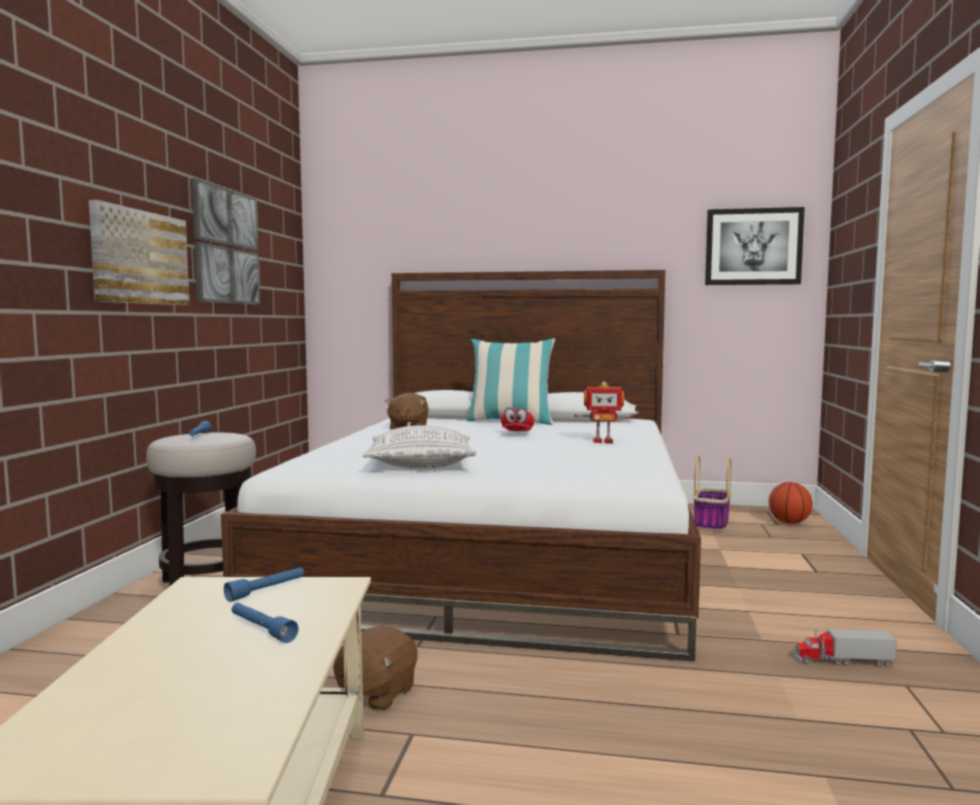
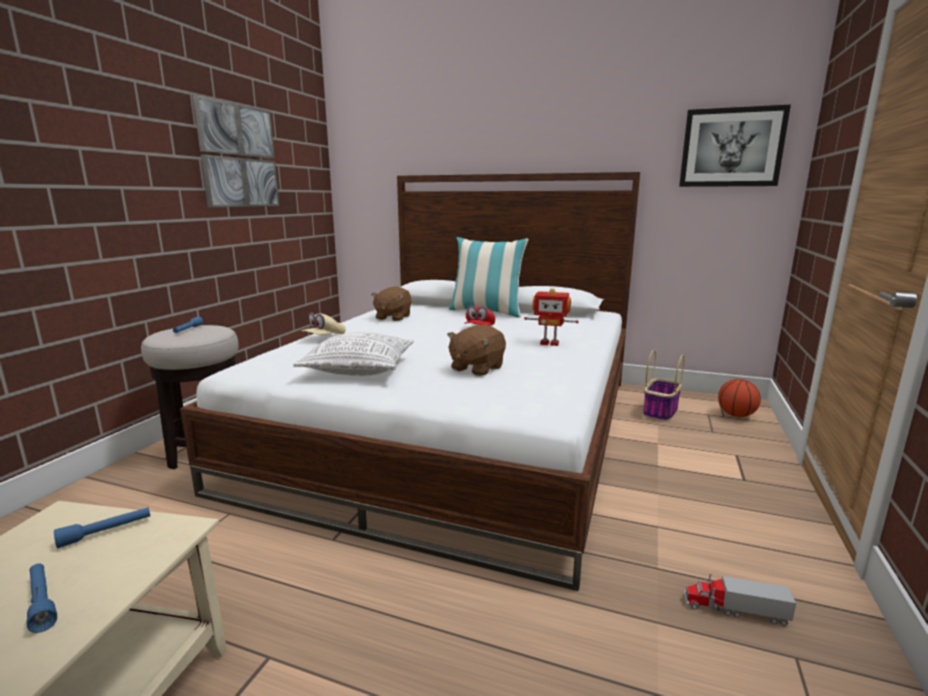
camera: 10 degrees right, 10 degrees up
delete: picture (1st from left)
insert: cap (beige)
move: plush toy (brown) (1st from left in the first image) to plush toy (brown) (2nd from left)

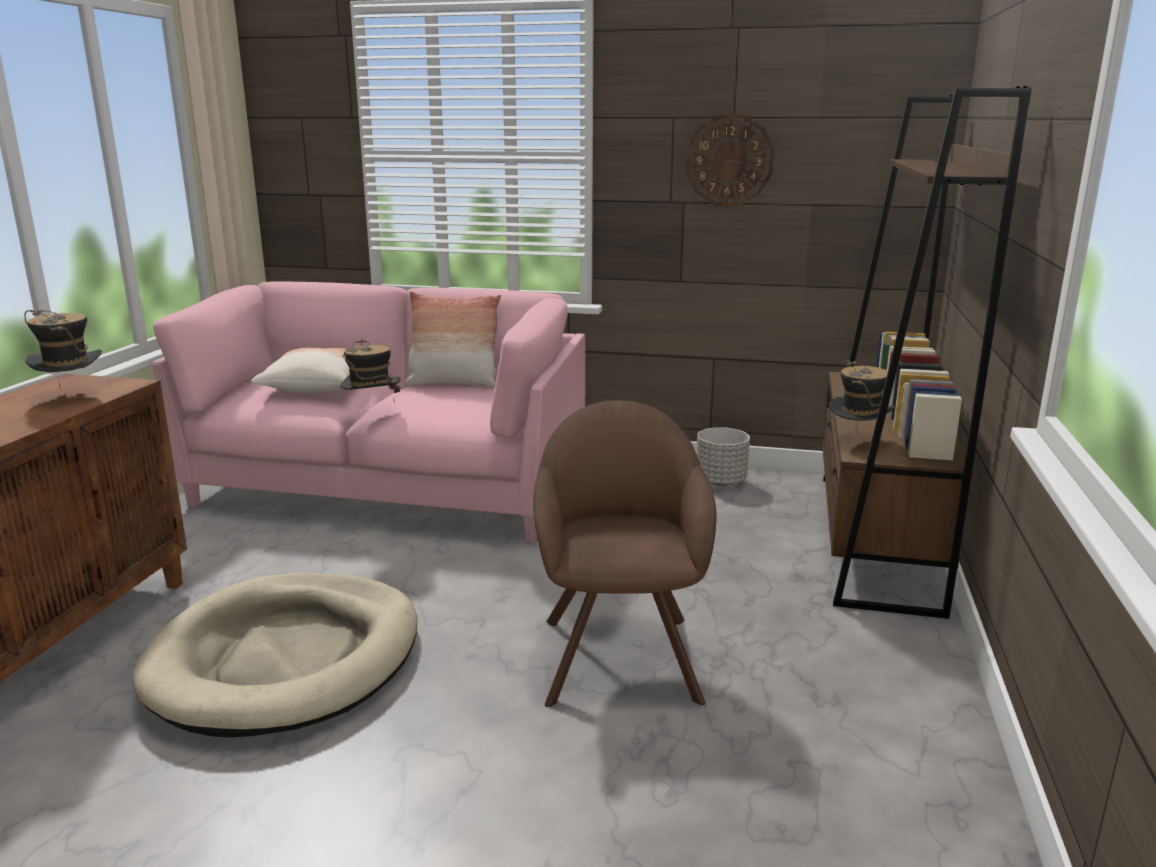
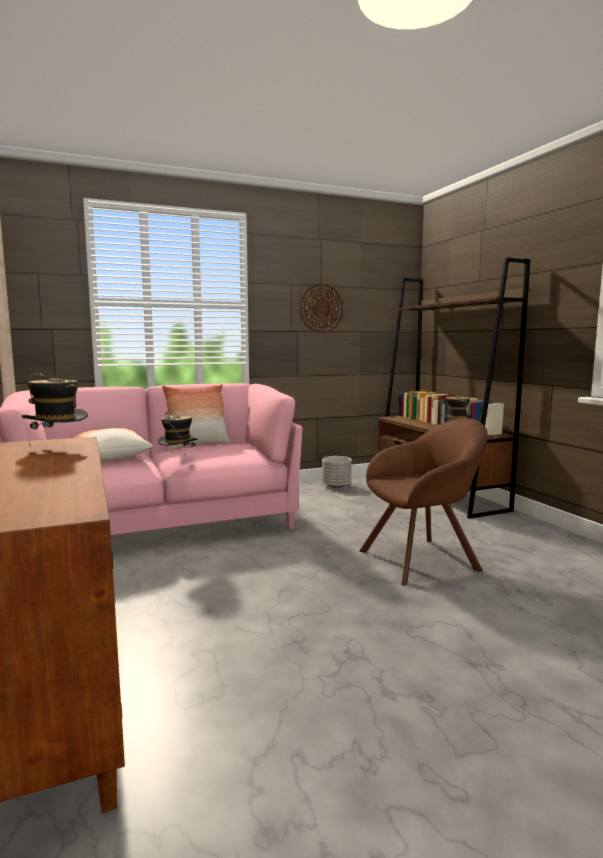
camera: 35 degrees left, 10 degrees down
delete: dog bed (beige)
rotate: armchair (brown) 105 degrees clockwise

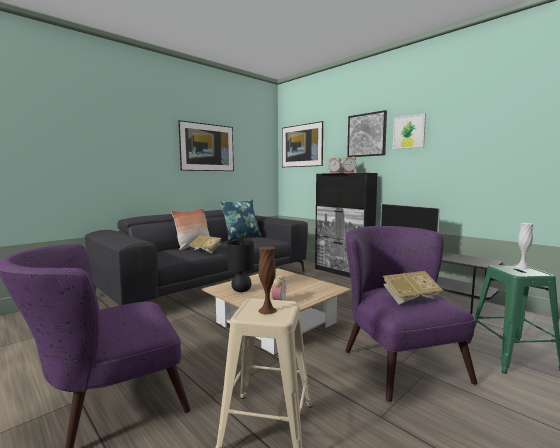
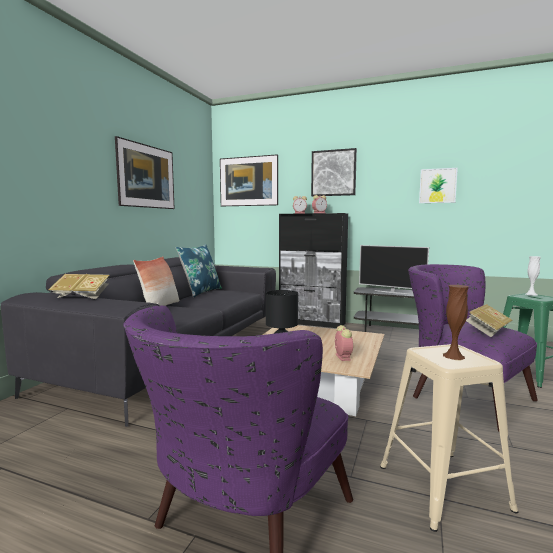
camera: 25 degrees left, 0 degrees up
move: book (1st from left); picture (4th from left)

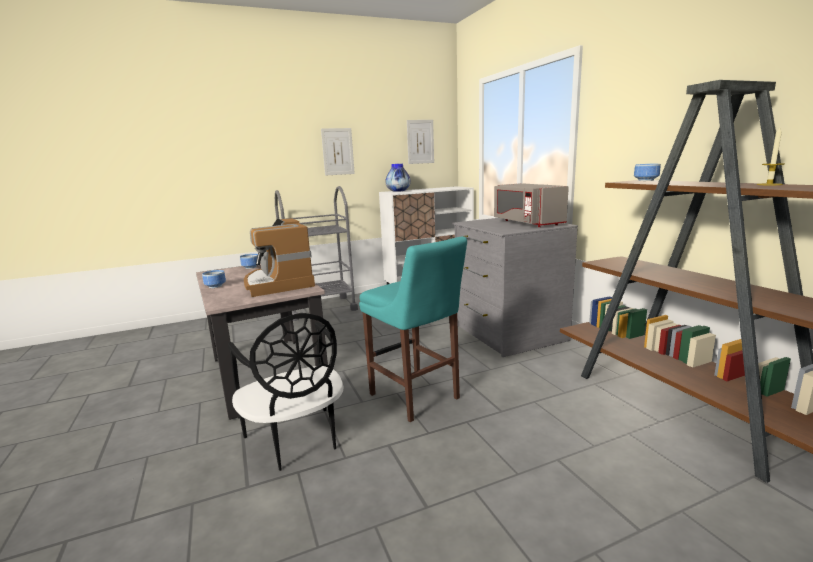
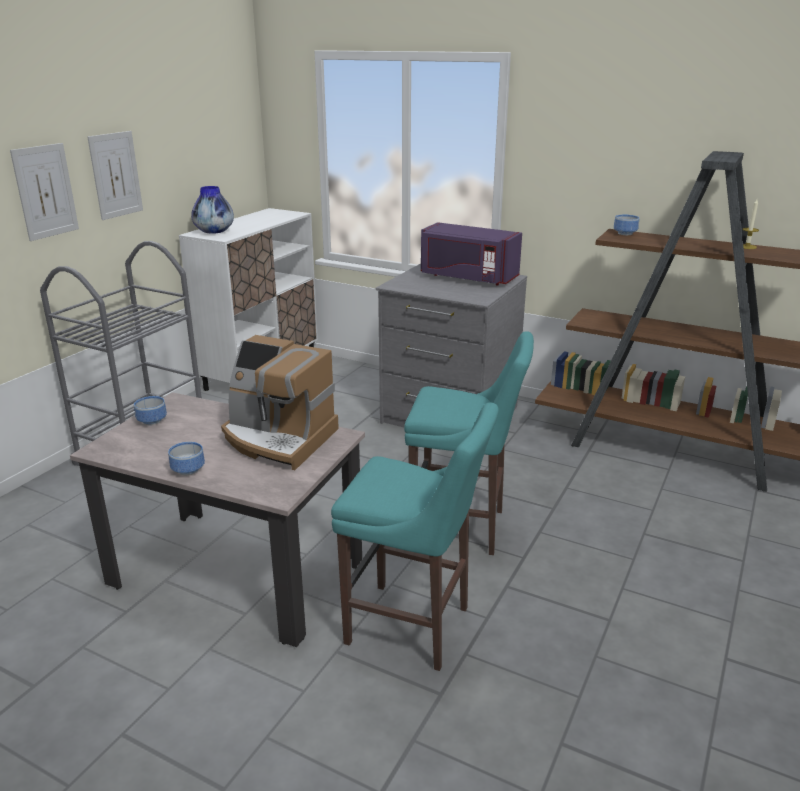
camera: 40 degrees left, 10 degrees up
move: picture (2nd from left in the first image) to picture (1st from left)
replace: chair (black) to stool (turquoise) (1st from left)
recolor: microwave (grey) to microwave (purple)

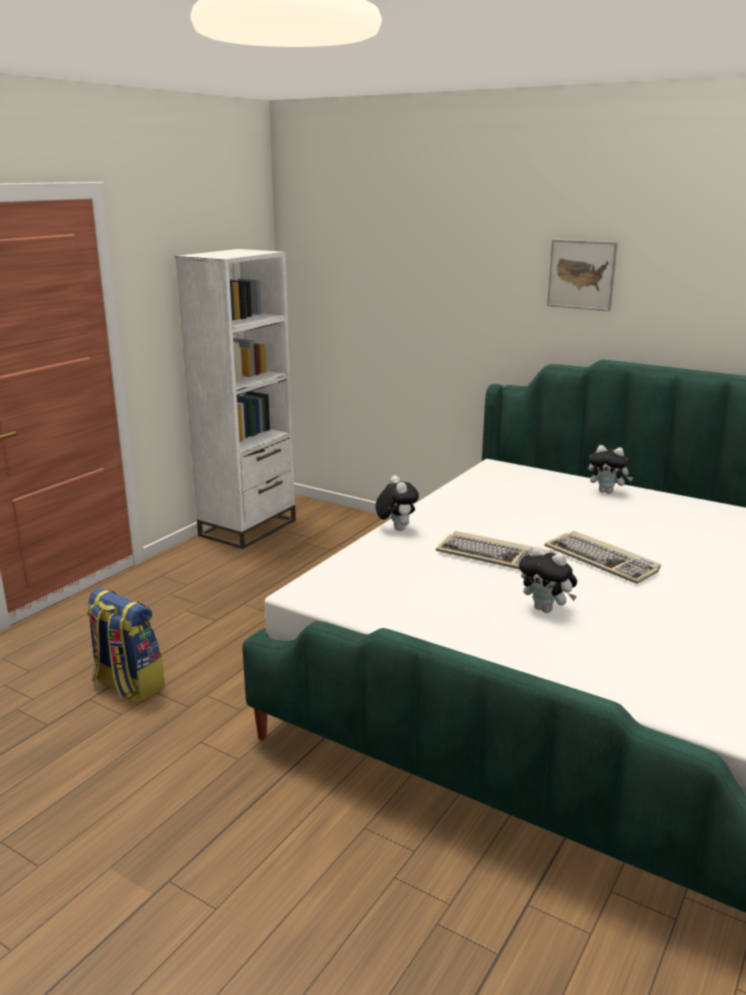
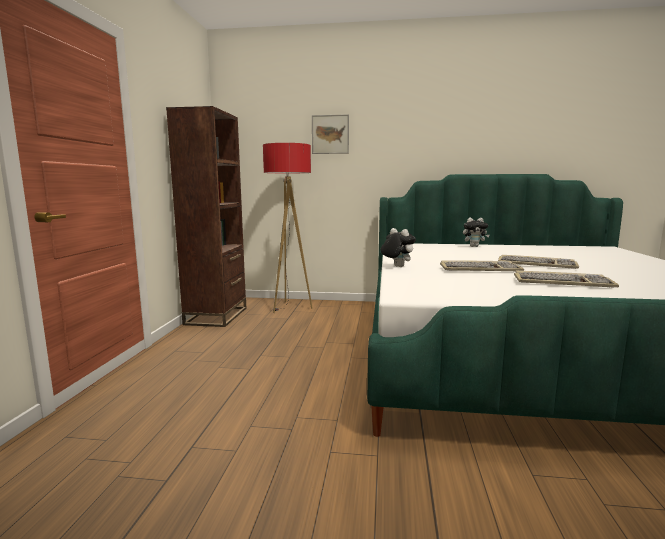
camera: 25 degrees left, 10 degrees down
delete: backpack
insert: floor lamp
move: picture
replace: plush toy (2nd from left) to keyboard (3rd from left)
recolor: bookcase (white) to bookcase (brown)

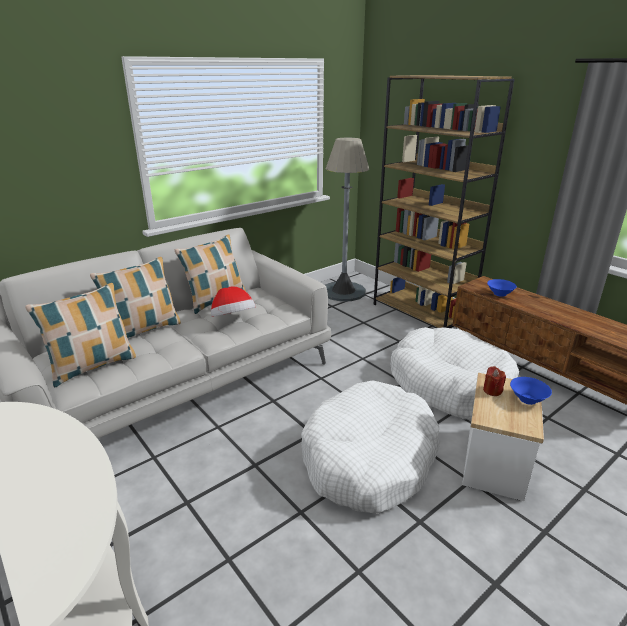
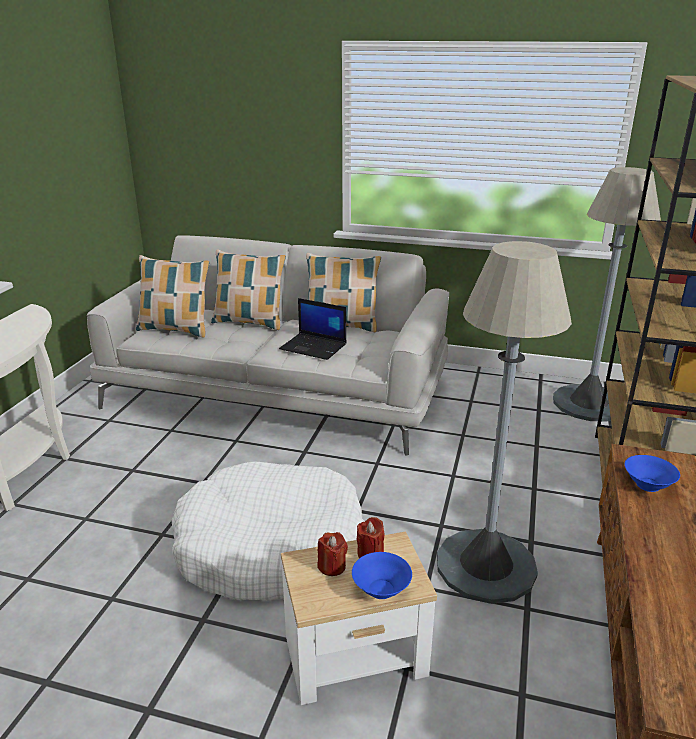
camera: 55 degrees right, 0 degrees up
insert: candle (red) (1st from left)
replace: hat to laptop; dog bed (white) (2nd from left) to floor lamp (grey) (1st from left)

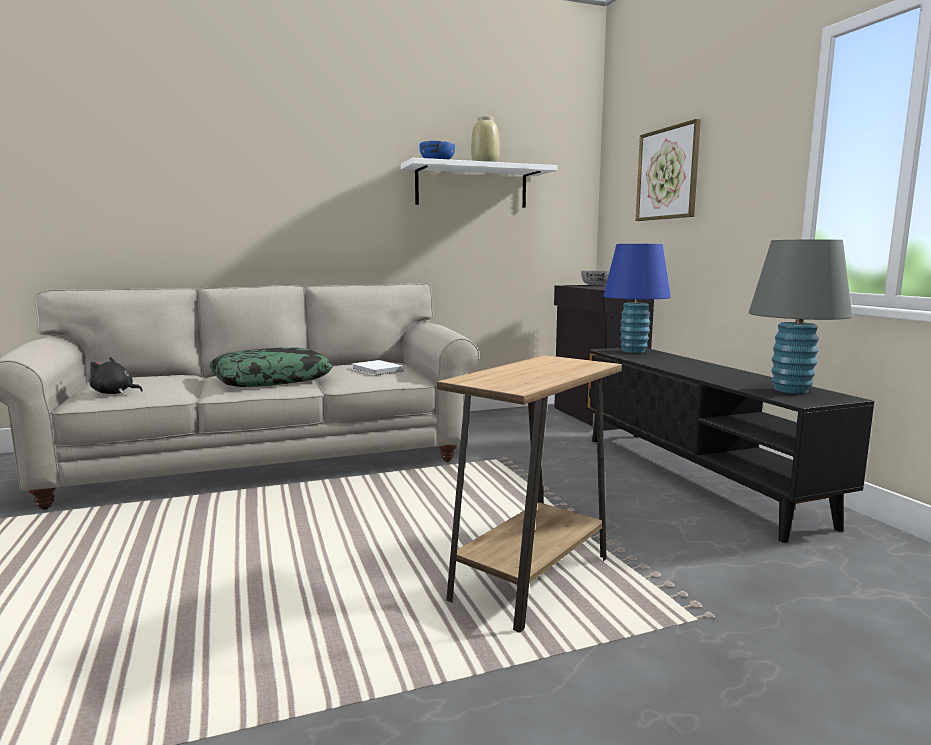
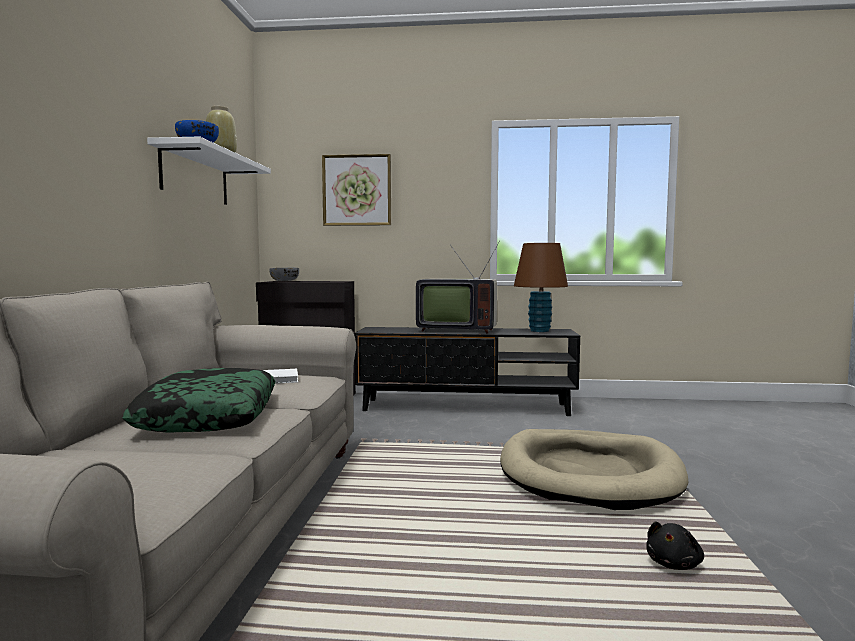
camera: 65 degrees left, 5 degrees down
delete: table lamp (blue)
insert: television
move: plush toy (black)
replace: side table (brown) to dog bed (beige)
recolor: table lamp (grey) to table lamp (brown)

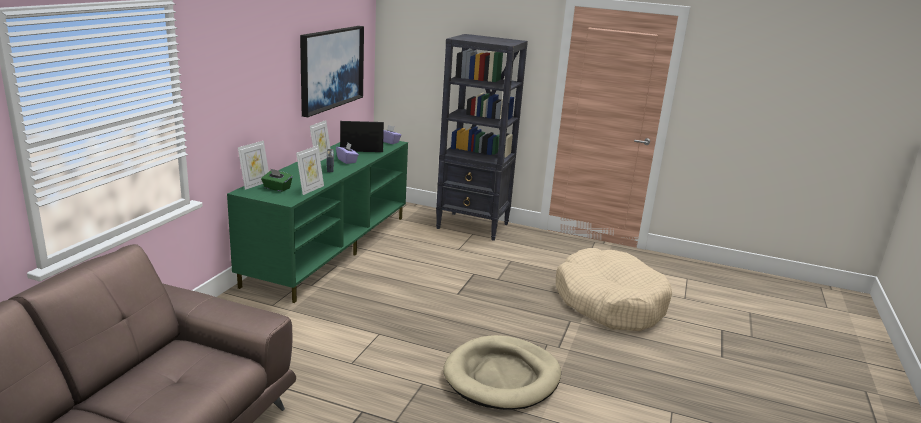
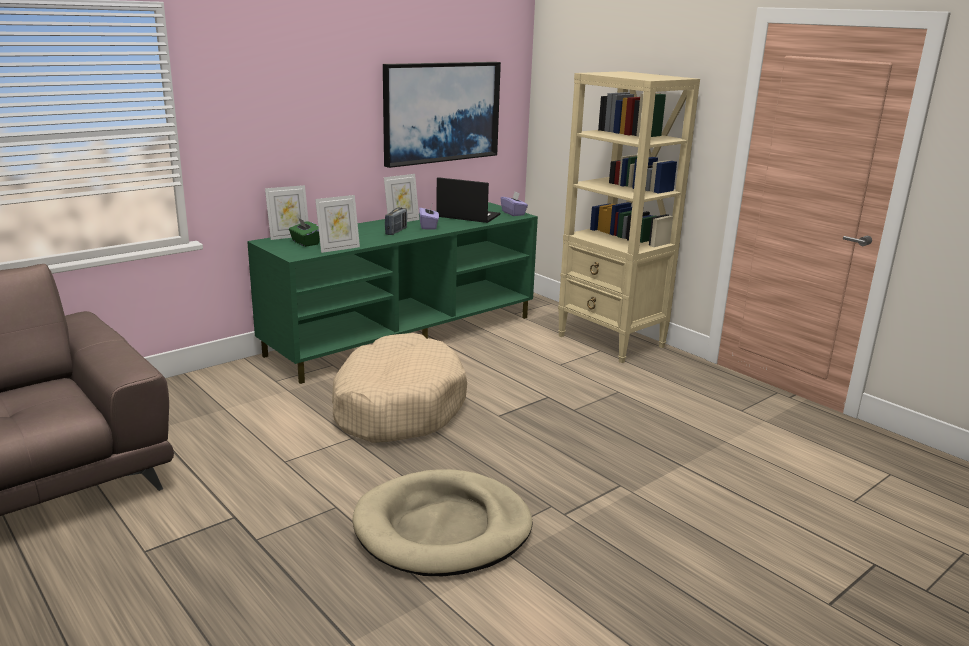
camera: 30 degrees right, 0 degrees up
move: dog bed (beige) (2nd from left in the first image) to dog bed (beige) (1st from left)
recolor: bookcase (black) to bookcase (beige)

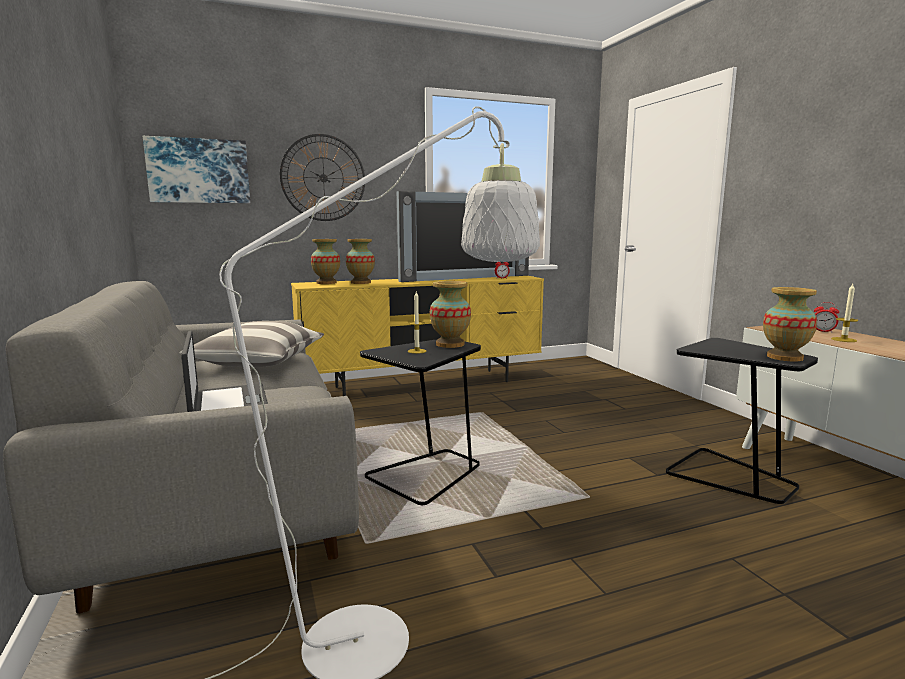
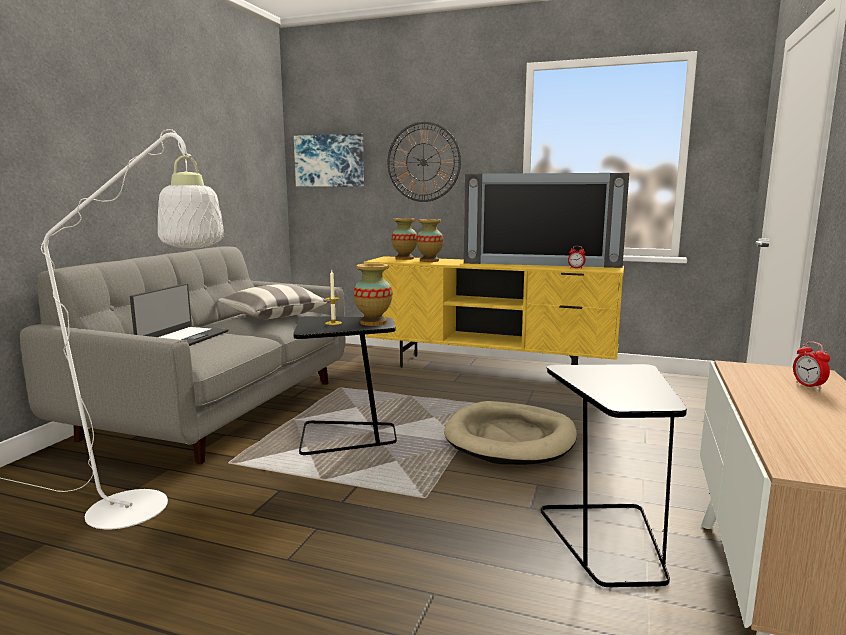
camera: 40 degrees right, 0 degrees up
delete: vase (4th from left); candle (2nd from left)
insert: dog bed (beige)

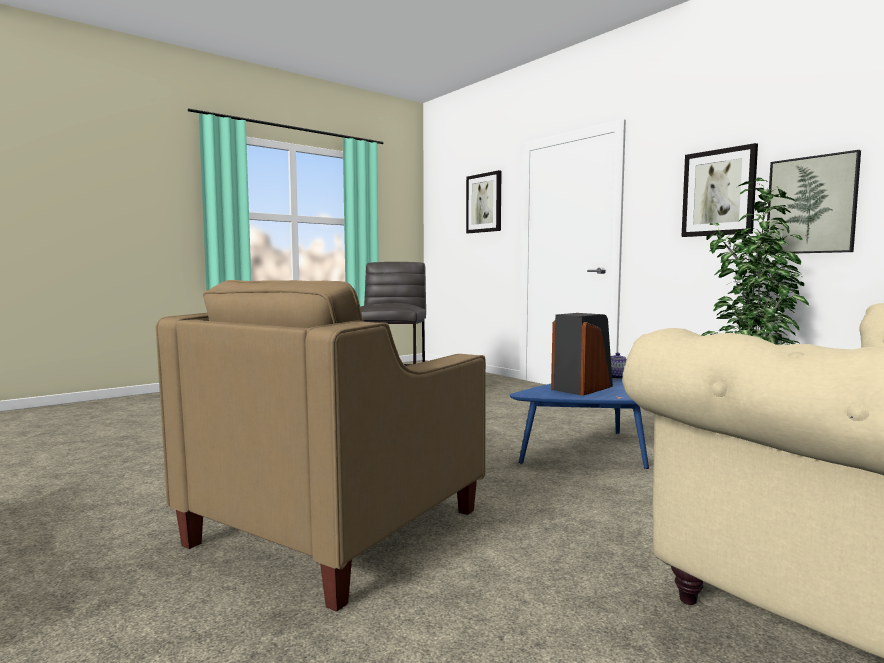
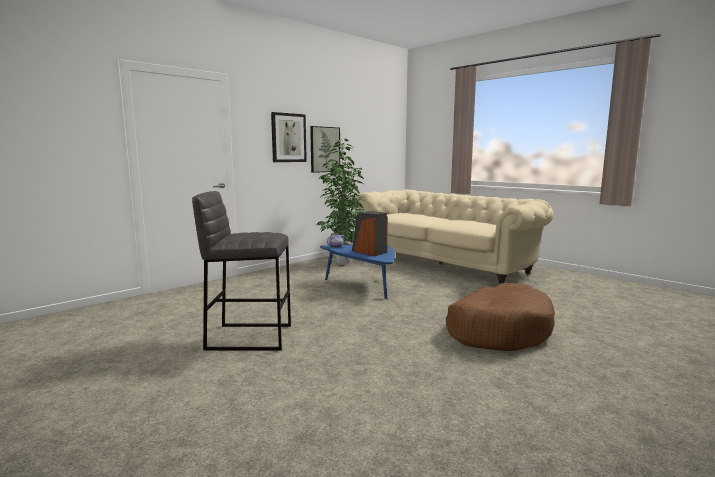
camera: 95 degrees left, 5 degrees up
delete: picture (1st from left)
replace: armchair (beige) to dog bed (brown)

